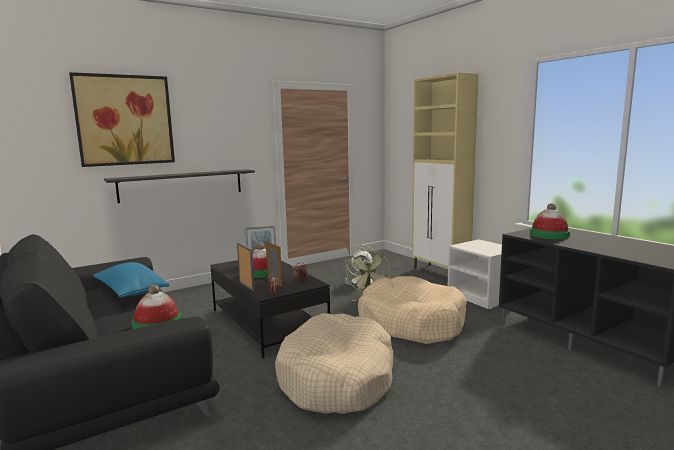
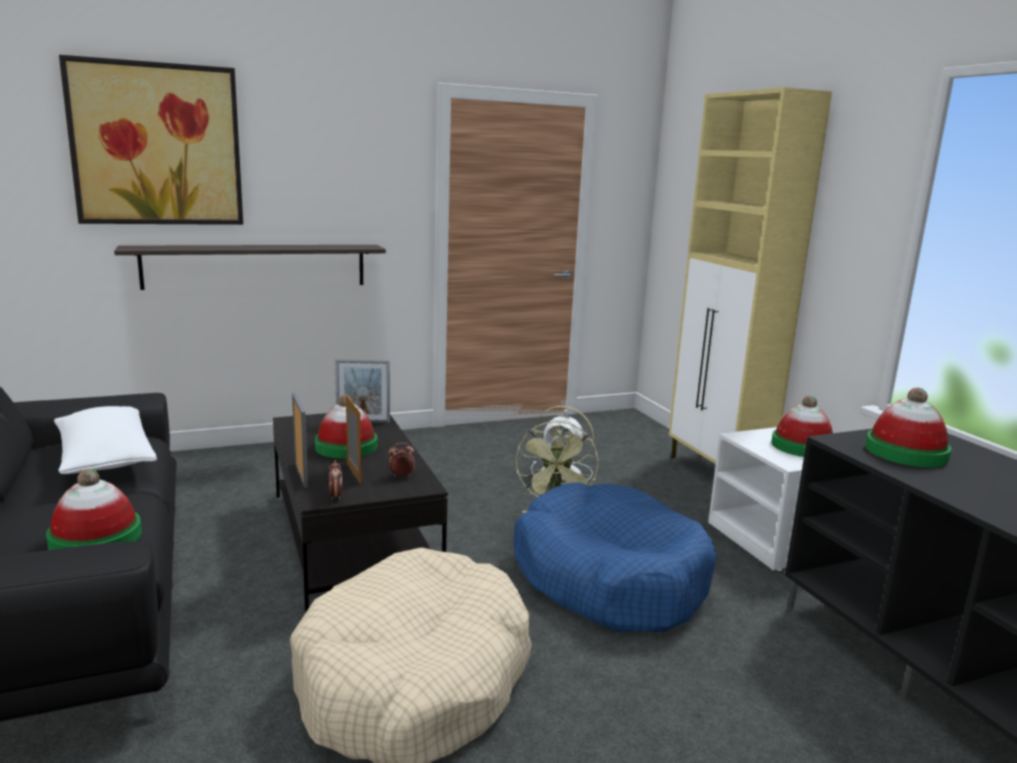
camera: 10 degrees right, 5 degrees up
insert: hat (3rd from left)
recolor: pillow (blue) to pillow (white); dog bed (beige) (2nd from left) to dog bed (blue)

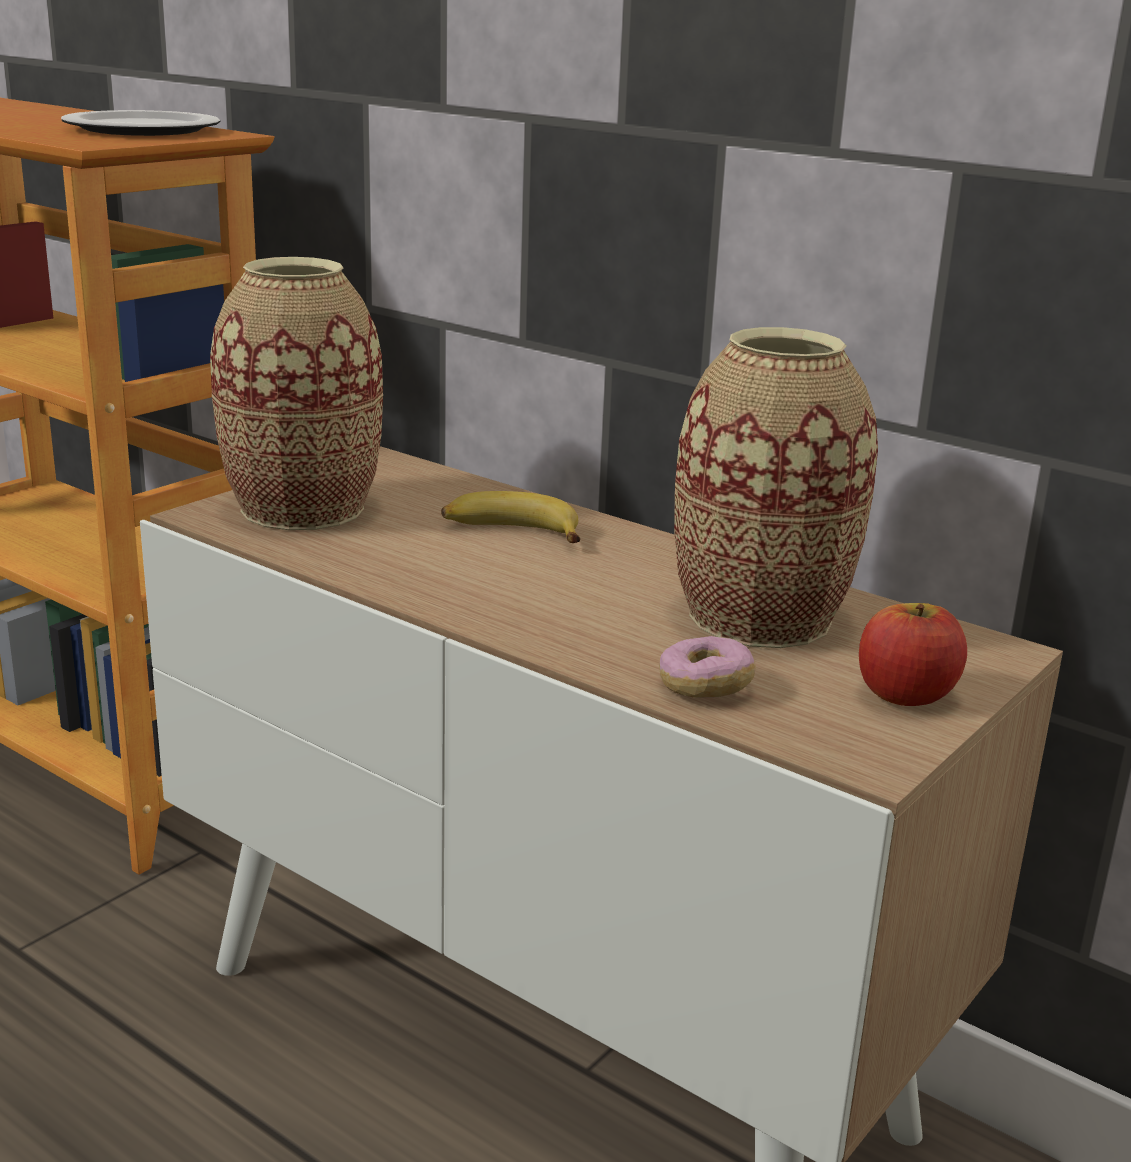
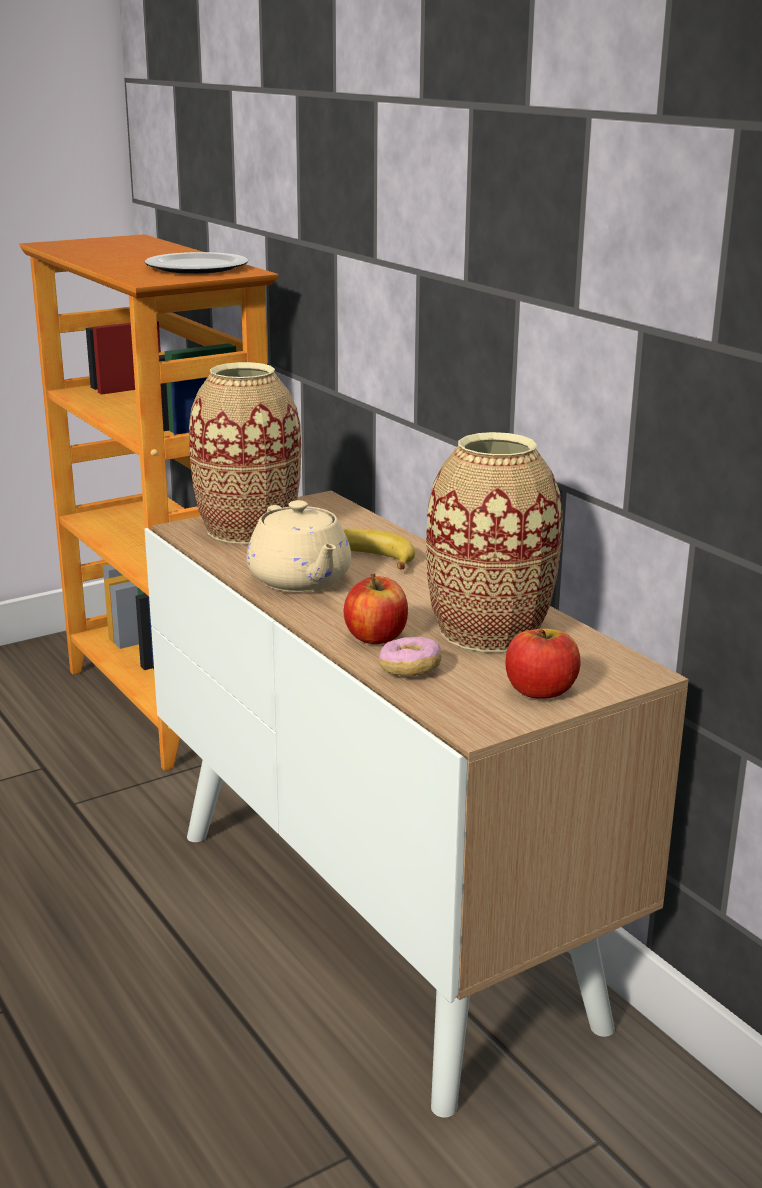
camera: 20 degrees right, 0 degrees up
insert: teapot (beige); apple (1st from left)

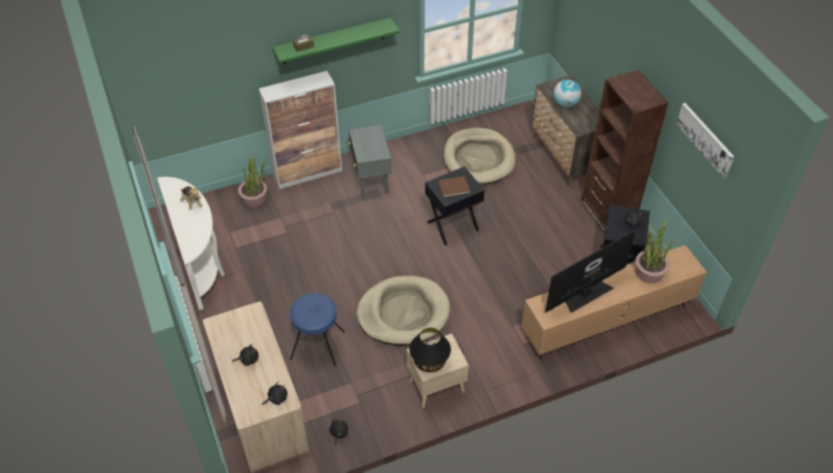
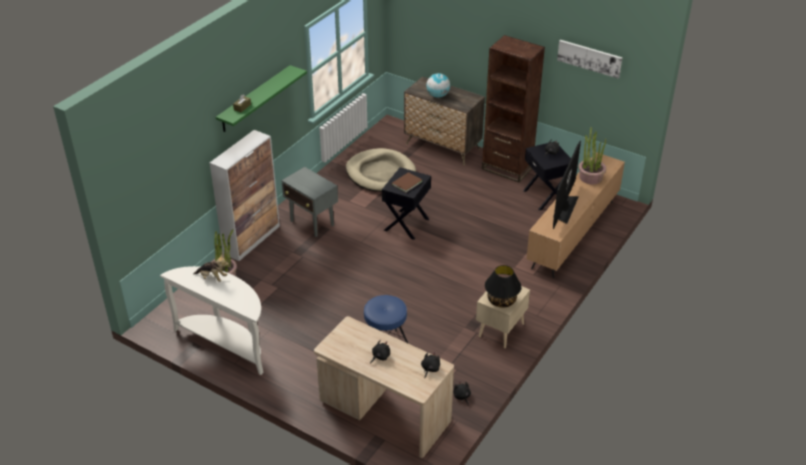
camera: 35 degrees left, 10 degrees down
delete: dog bed (beige) (1st from left)

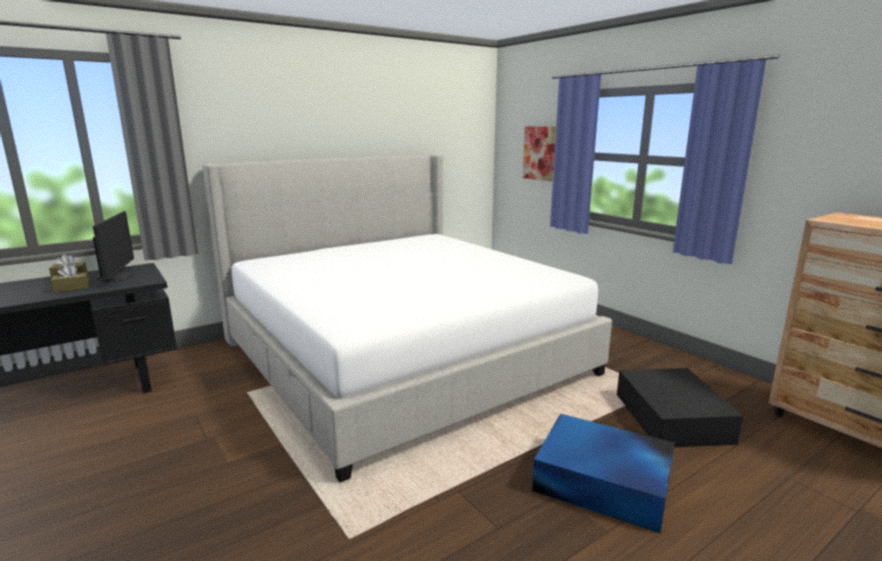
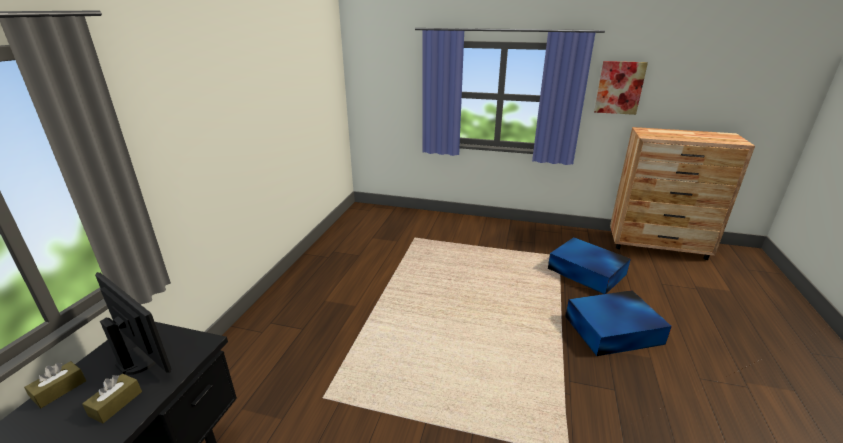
camera: 40 degrees left, 10 degrees up
delete: bed
move: picture
recolor: storage box (black) to storage box (blue) (1st from left)

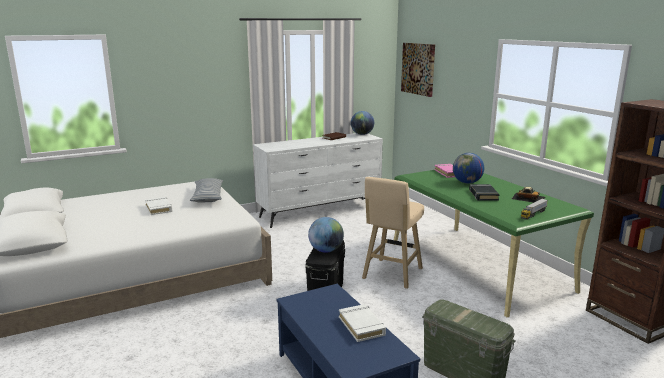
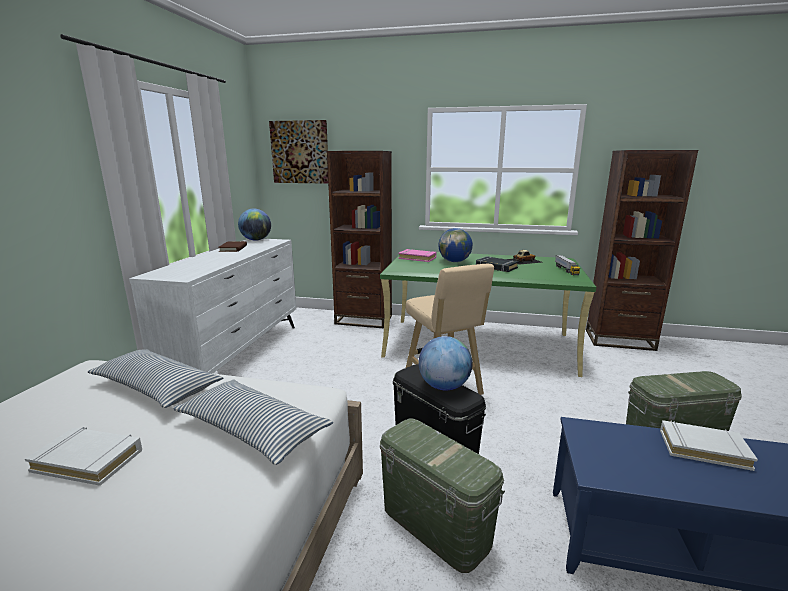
camera: 50 degrees left, 0 degrees up
insert: pillow (2nd from left); bookcase (brown) (1st from left); storage box (green) (1st from left)

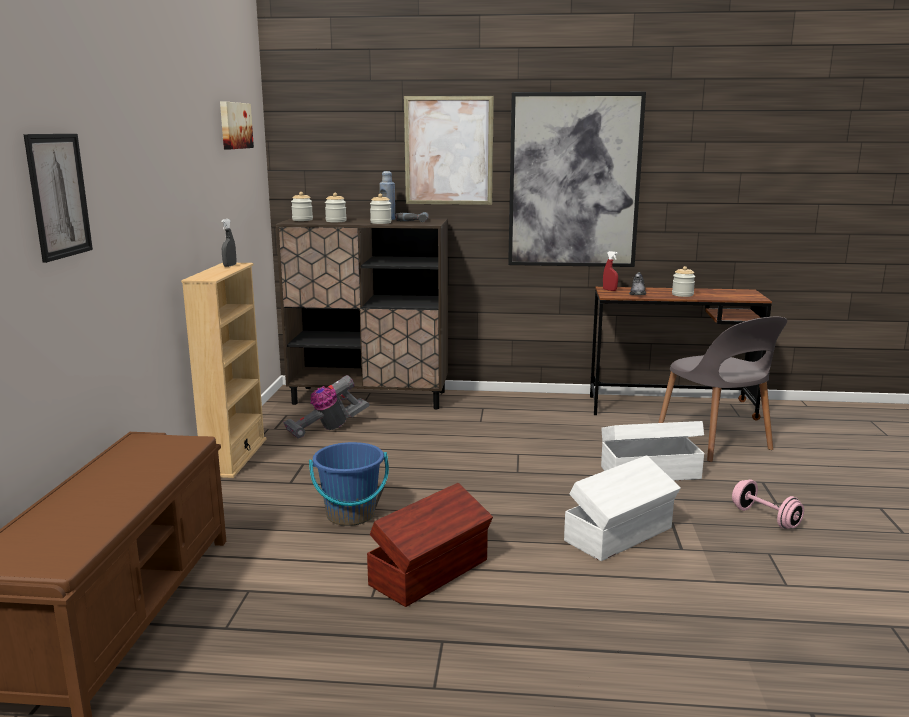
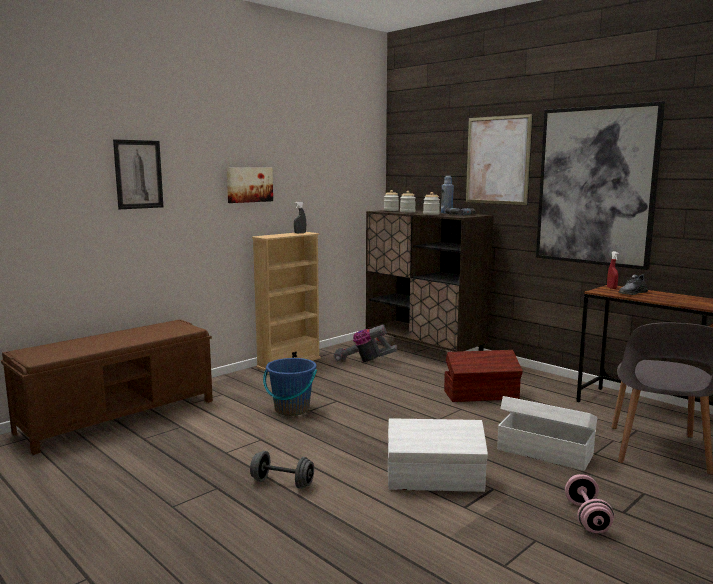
camera: 40 degrees right, 5 degrees down
delete: jar (4th from left)
insert: dumbbell (grey)
move: picture (2nd from left); storage box (brown)

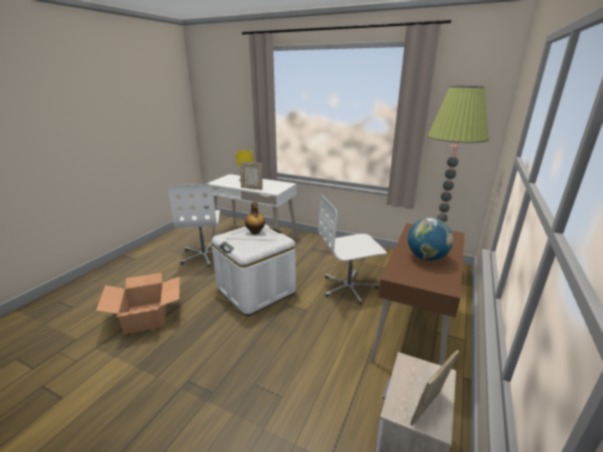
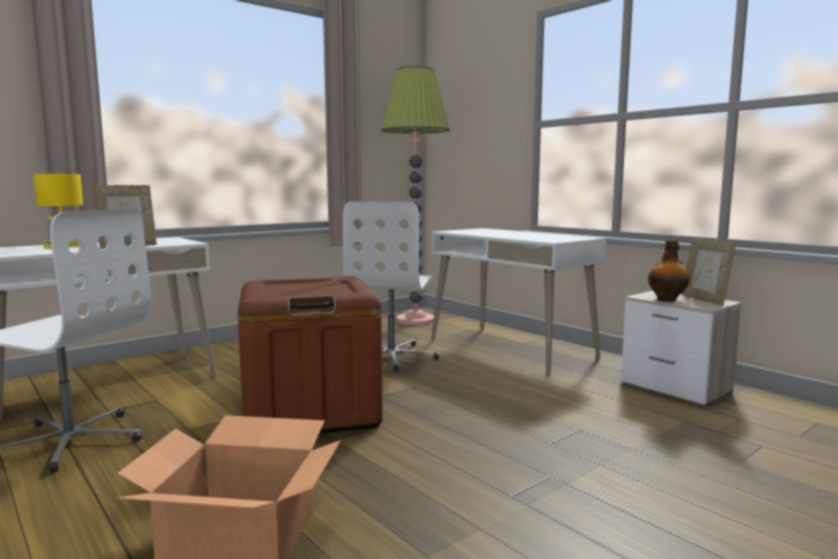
camera: 65 degrees left, 15 degrees down
delete: globe
move: bottle
recolor: storage box (white) to storage box (brown); desk (brown) to desk (white) (2nd from left)

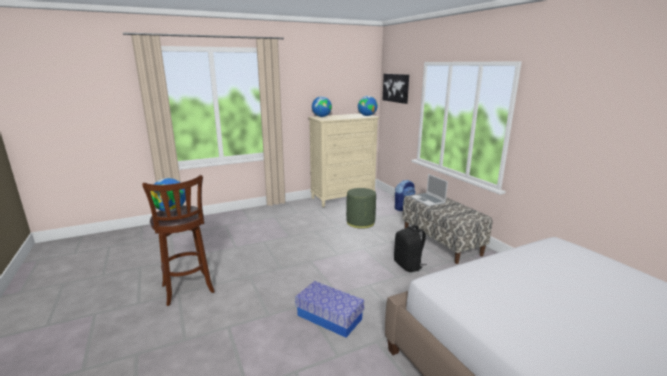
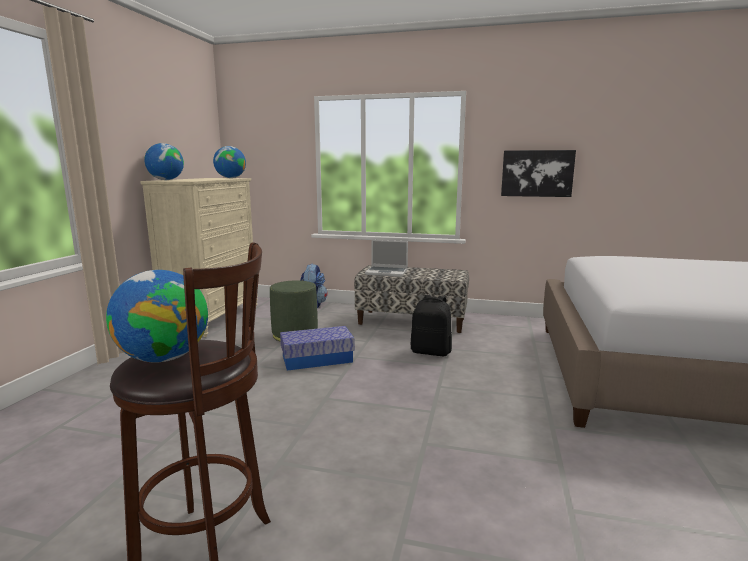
camera: 50 degrees left, 5 degrees down
move: storage box; picture

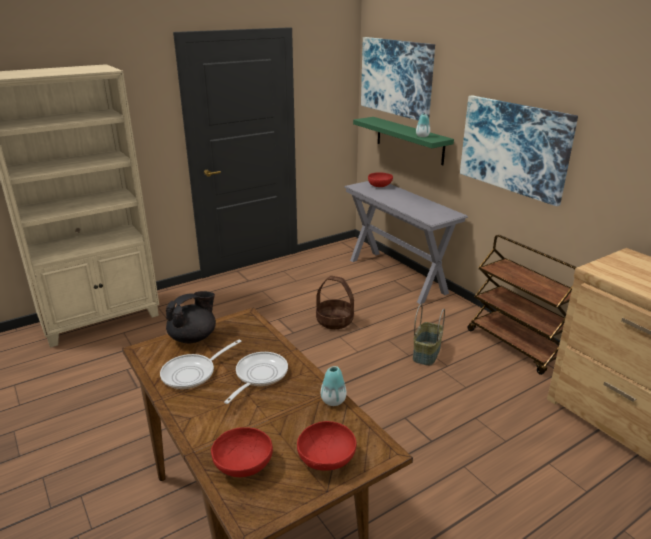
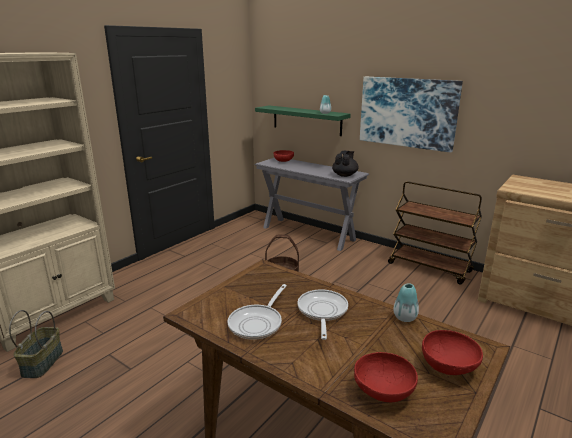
camera: 20 degrees left, 5 degrees down
delete: picture (1st from left)
move: basket (2nd from left in the first image) to basket (1st from left); teapot (black)

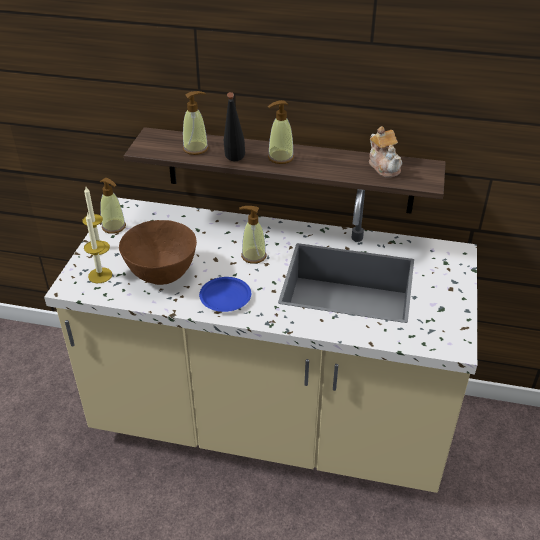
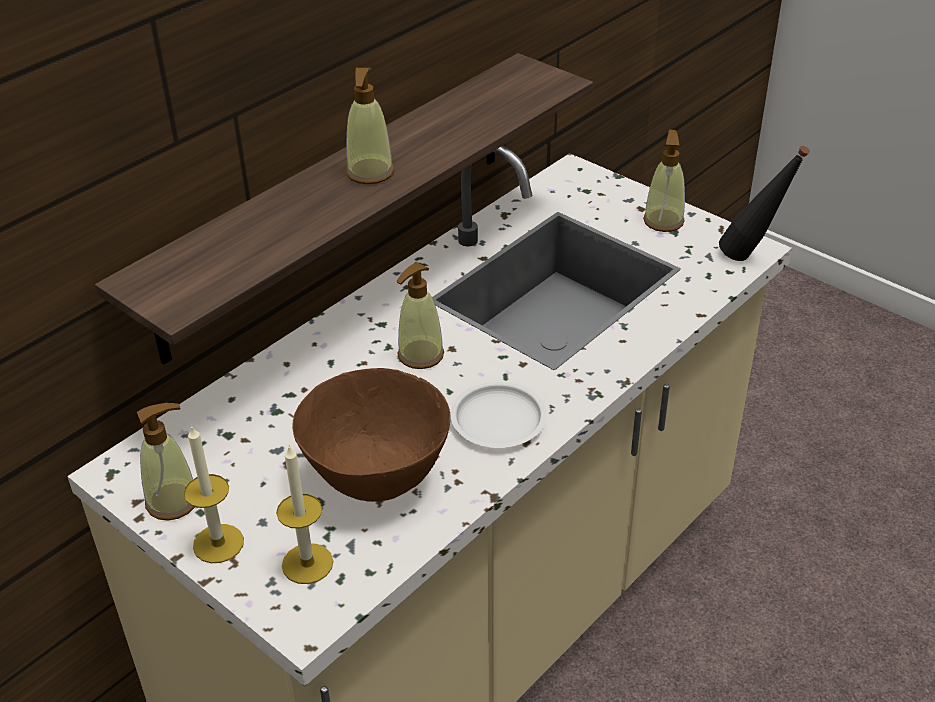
camera: 60 degrees left, 0 degrees up
delete: teapot
move: soap dispenser (2nd from left in the first image) to soap dispenser (4th from left); bottle (black)
recolor: plate (blue) to plate (white)

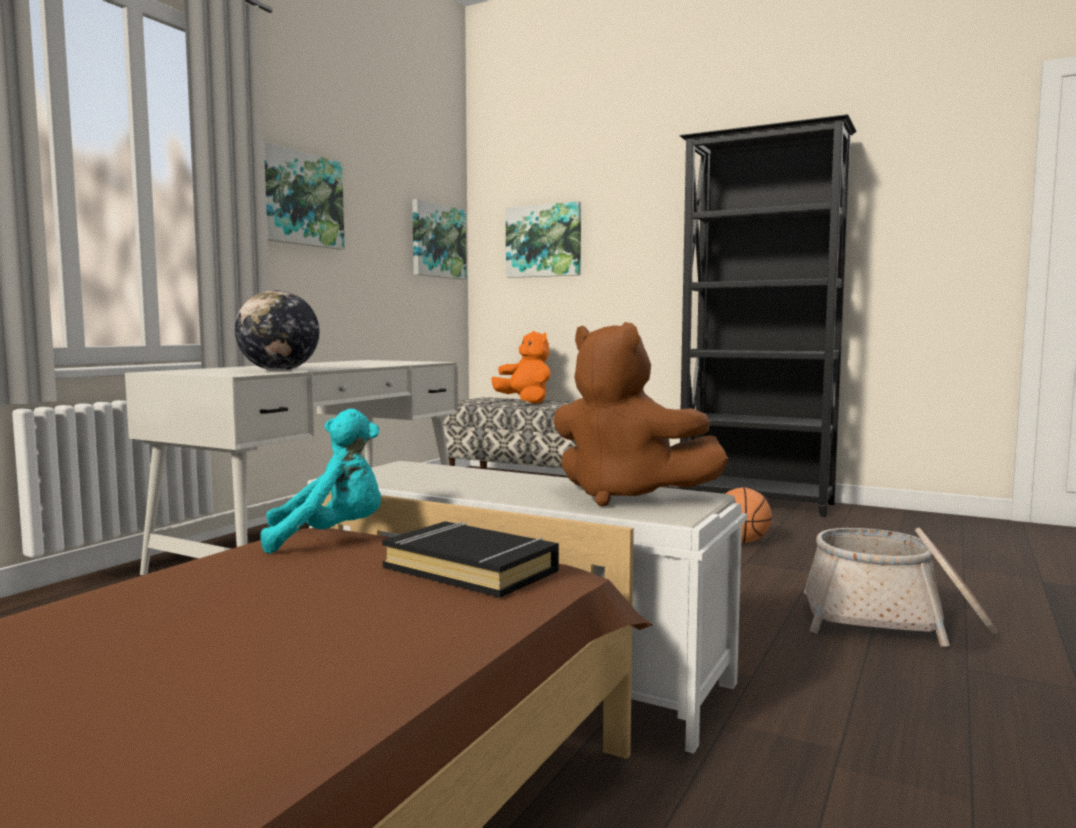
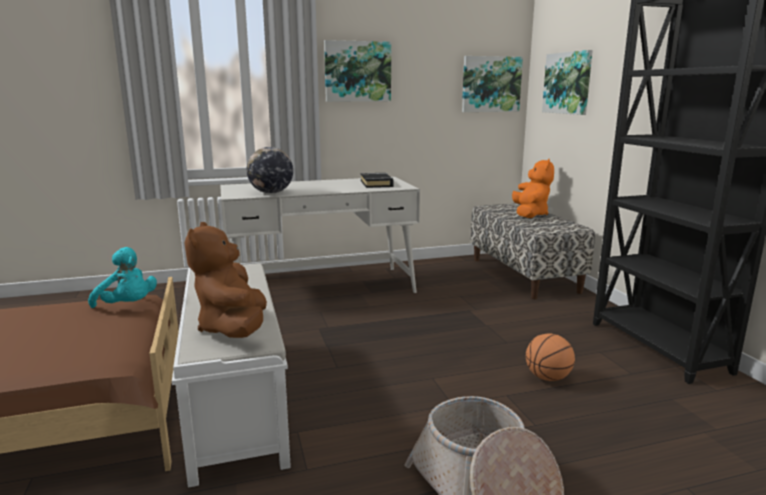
camera: 45 degrees right, 10 degrees up
move: book (black)

